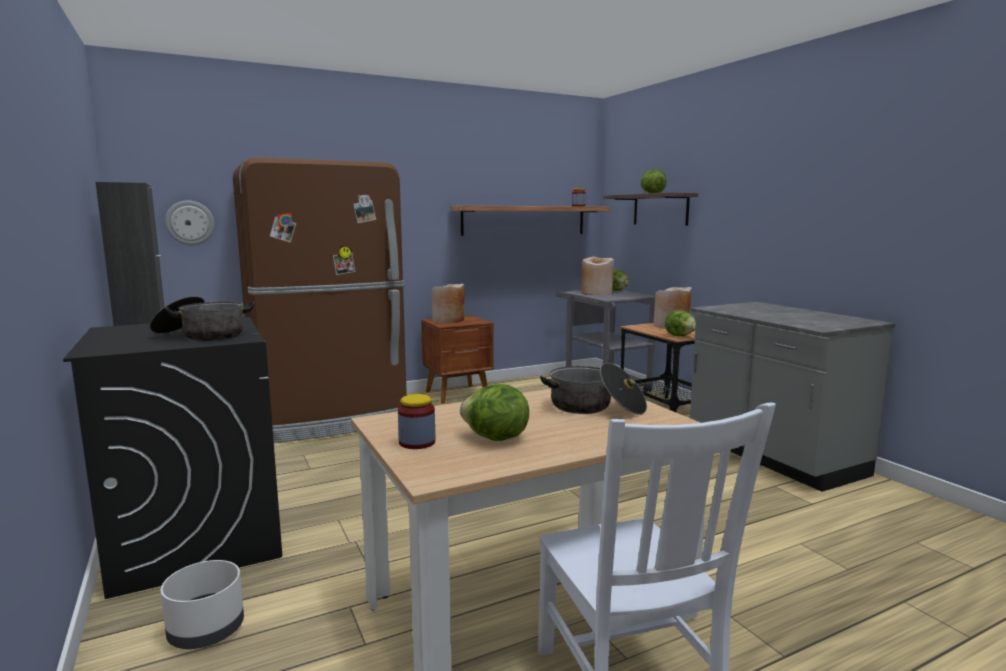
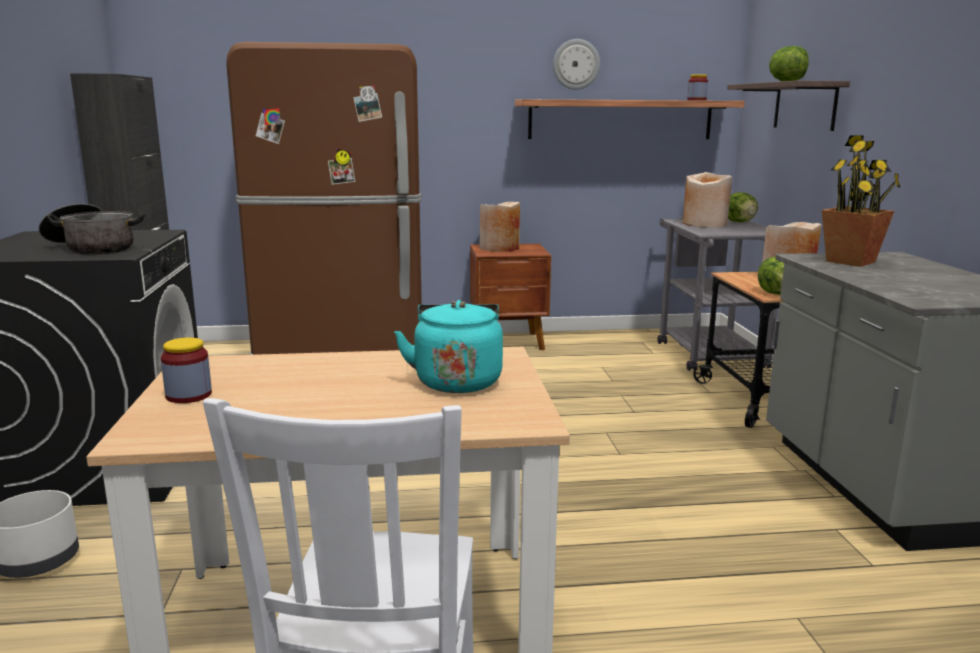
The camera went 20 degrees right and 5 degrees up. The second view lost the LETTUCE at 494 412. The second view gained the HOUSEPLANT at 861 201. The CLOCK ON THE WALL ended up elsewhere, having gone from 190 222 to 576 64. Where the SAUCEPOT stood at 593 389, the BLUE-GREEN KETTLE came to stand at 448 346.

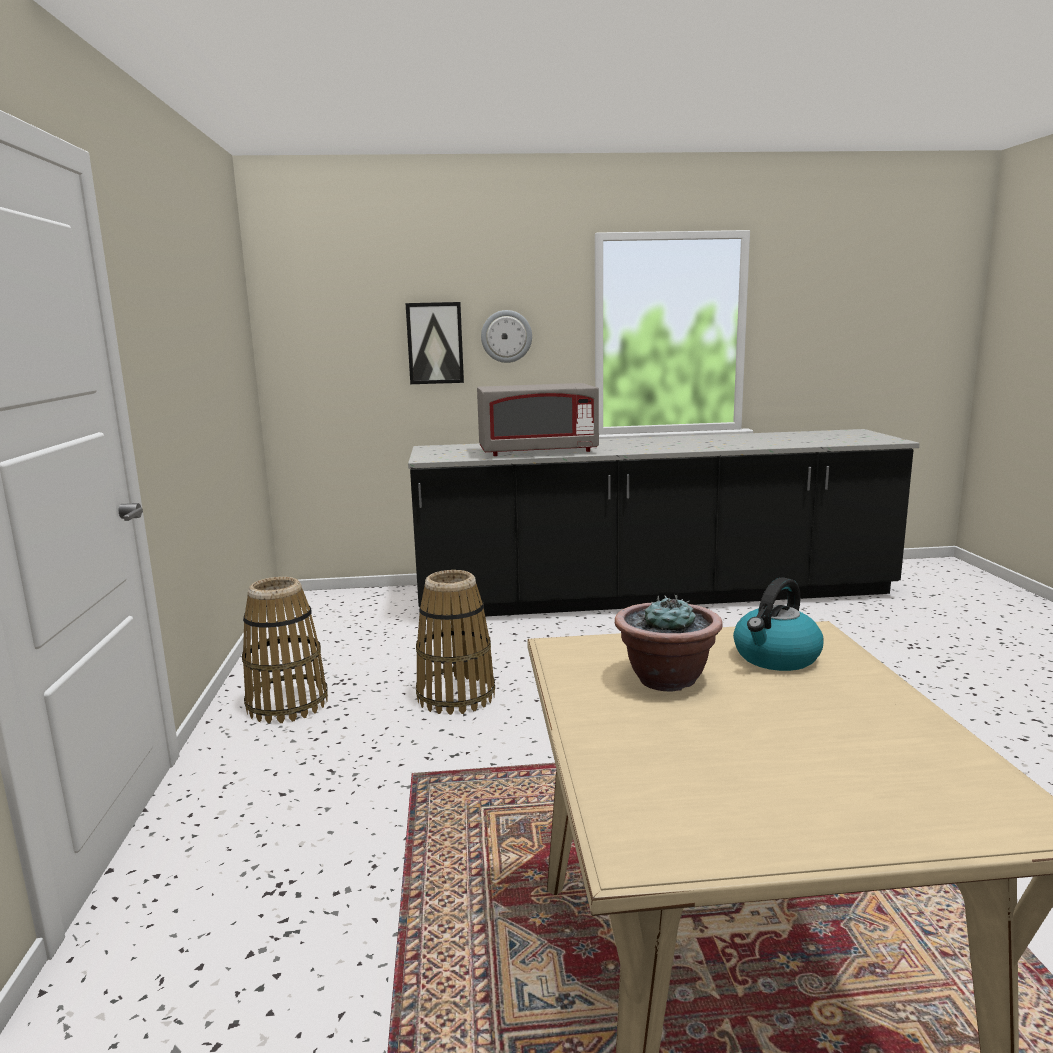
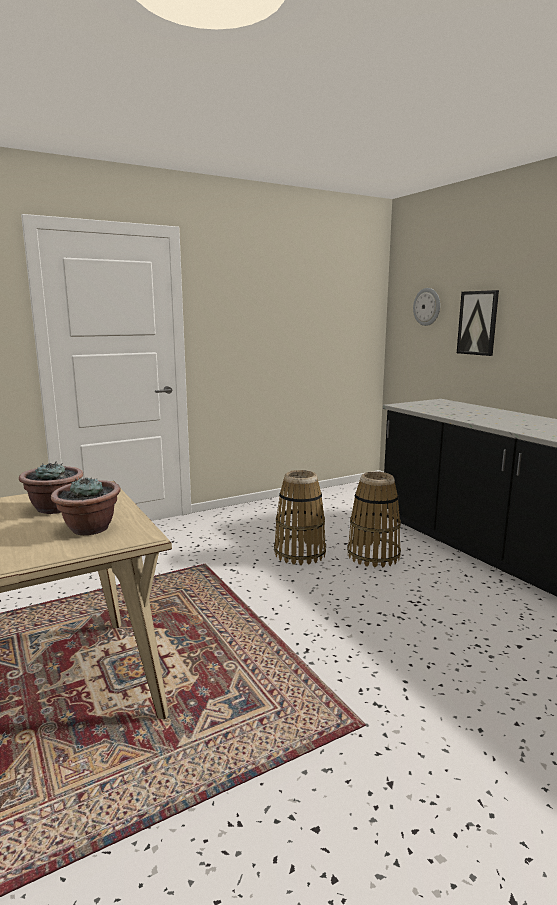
The camera went 65 degrees right and 0 degrees up. The second view lost the GREY MICROWAVE at 538 419. The BASKET ended up elsewhere, having gone from 285 650 to 374 520. The CLOCK ON THE WALL ended up elsewhere, having gone from 506 336 to 426 307. Where the KETTLE stood at 778 624, the HOUSEPLANT came to stand at 86 506.

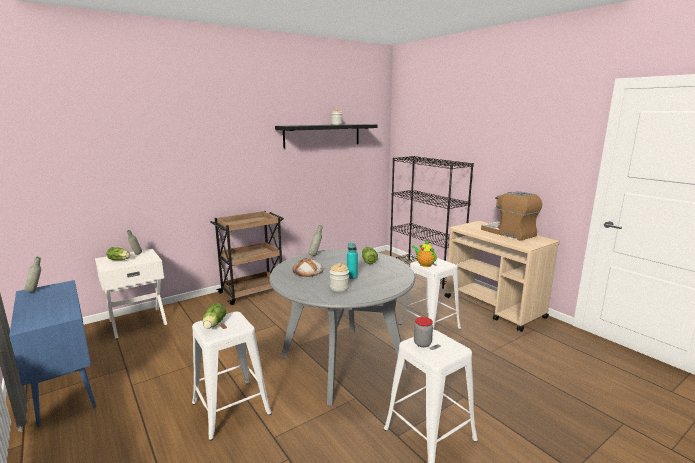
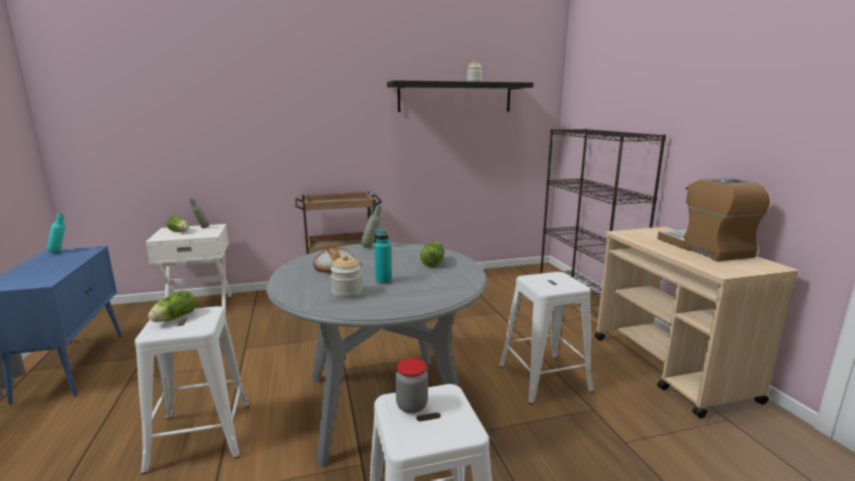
The camera went 20 degrees right and 0 degrees up. The second view lost the TEA POT at 424 254. What was the GREY DRINK BOTTLE at 33 274 turned into the BLUE-GREEN DRINK BOTTLE at 56 233.

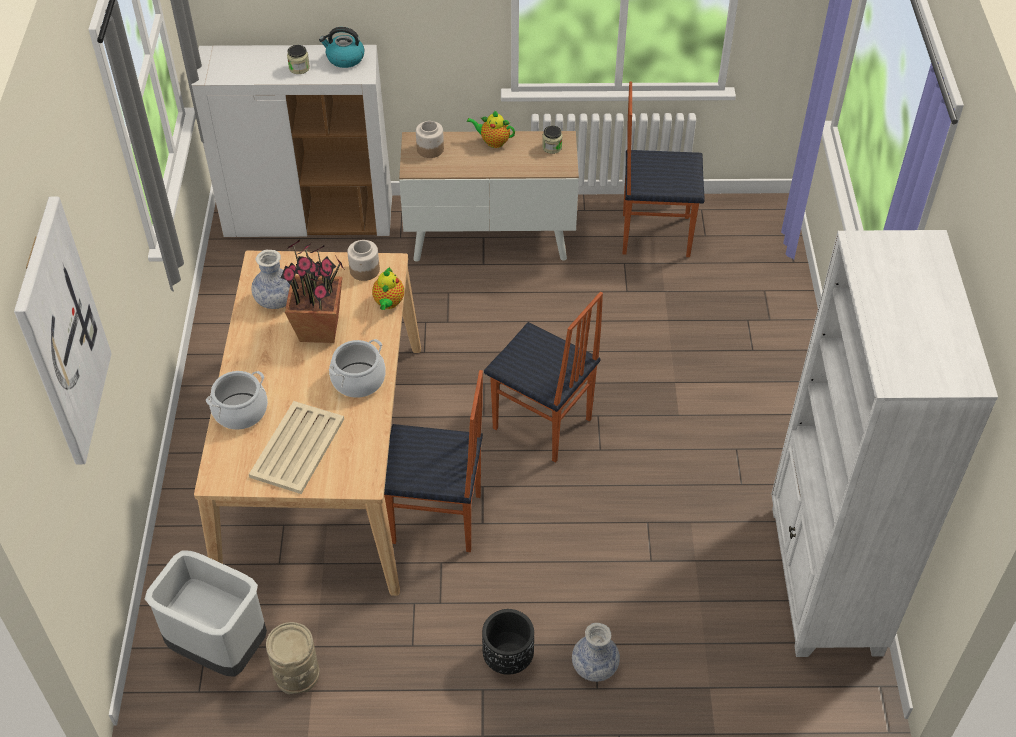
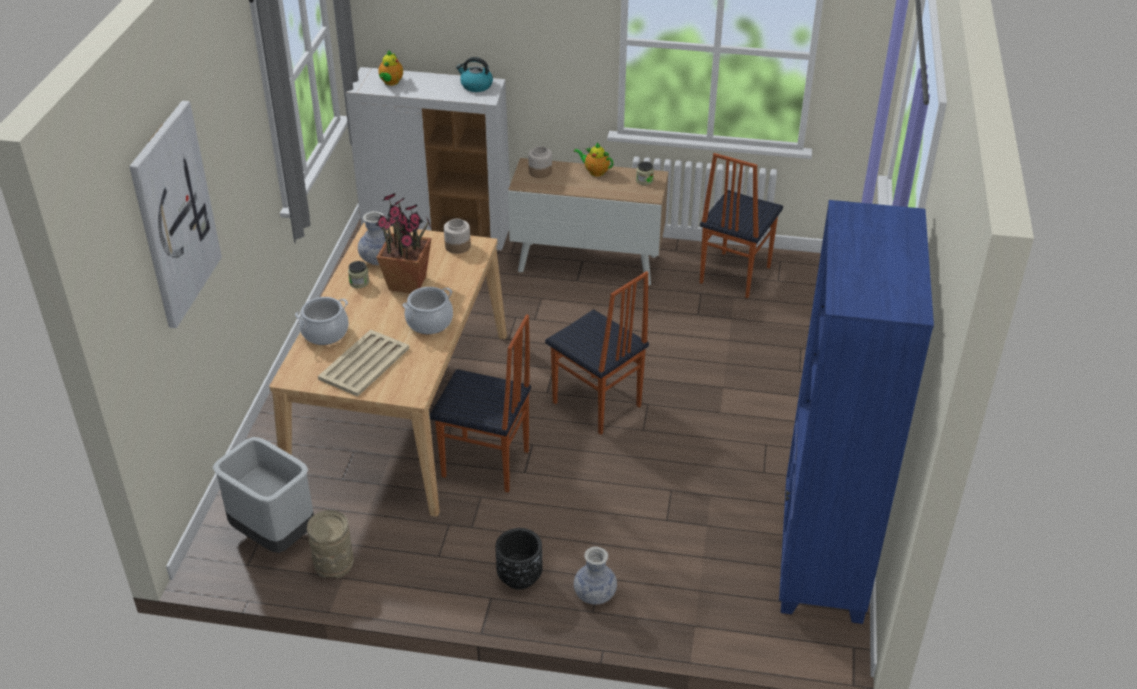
The camera went 10 degrees right and 10 degrees down. The STORAGE JAR ended up elsewhere, having gone from 298 59 to 358 274. The TEA POT ended up elsewhere, having gone from 388 288 to 390 68. What was the WHITE-COLOURED BOOKSHELF at 884 443 turned into the BLUISH BOOKSHELF at 856 412. The UPRIGHT CHAIR at 664 169 ended up facing another way, 75 degrees counterclockwise from before.

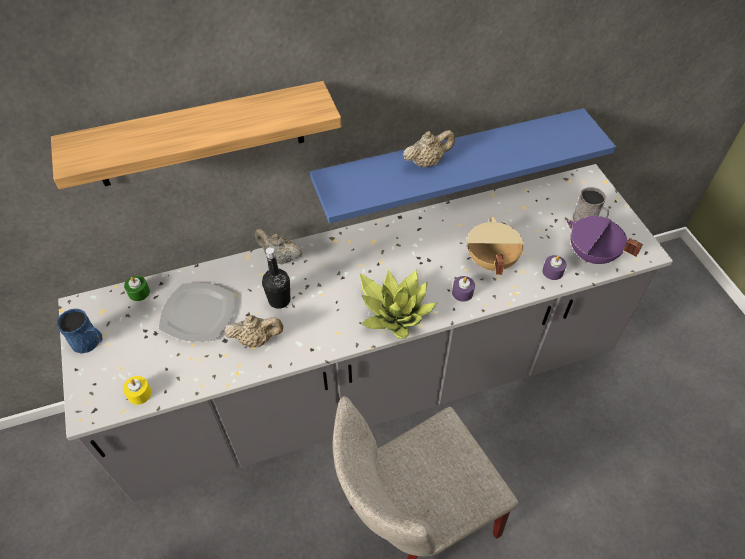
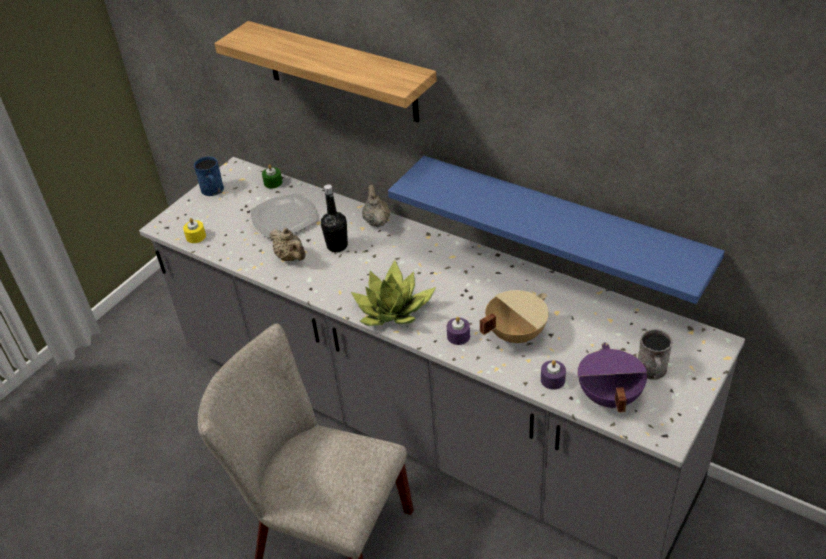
The camera went 55 degrees right and 10 degrees down. The second view lost the BEIGE TEA POT at 429 149.

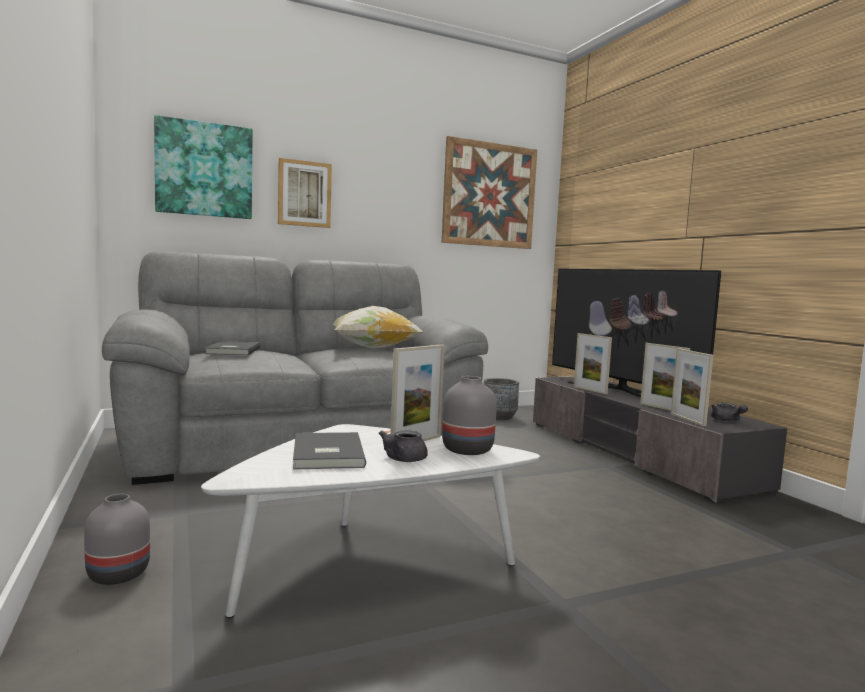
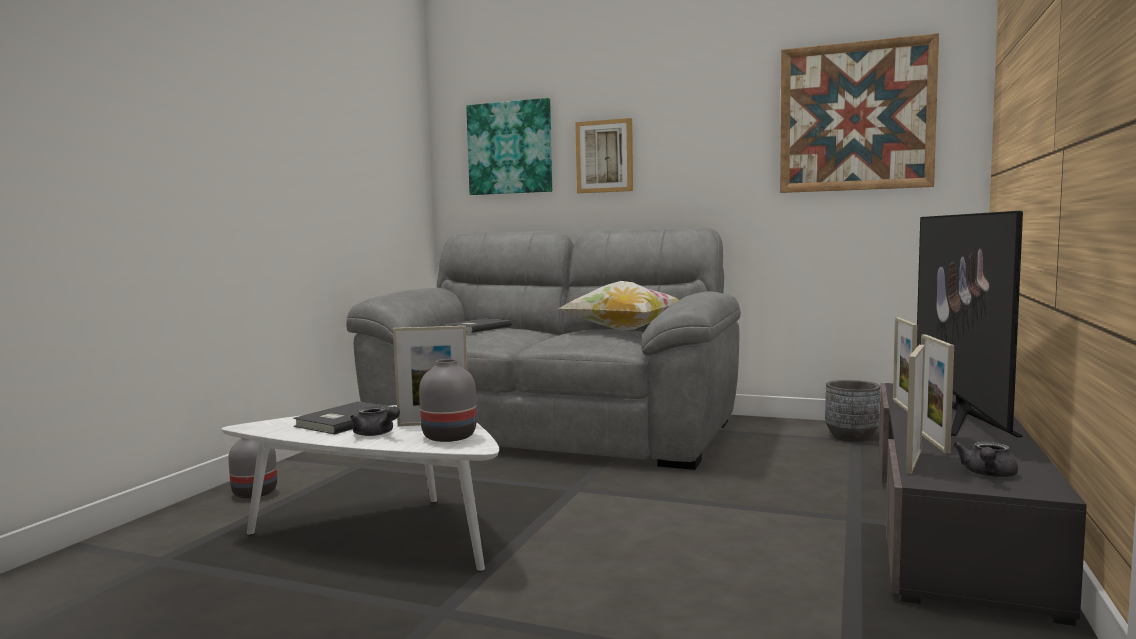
The camera went 45 degrees right and 0 degrees up. The GREY TEA POT at 403 446 ended up facing another way, 120 degrees counterclockwise from before.

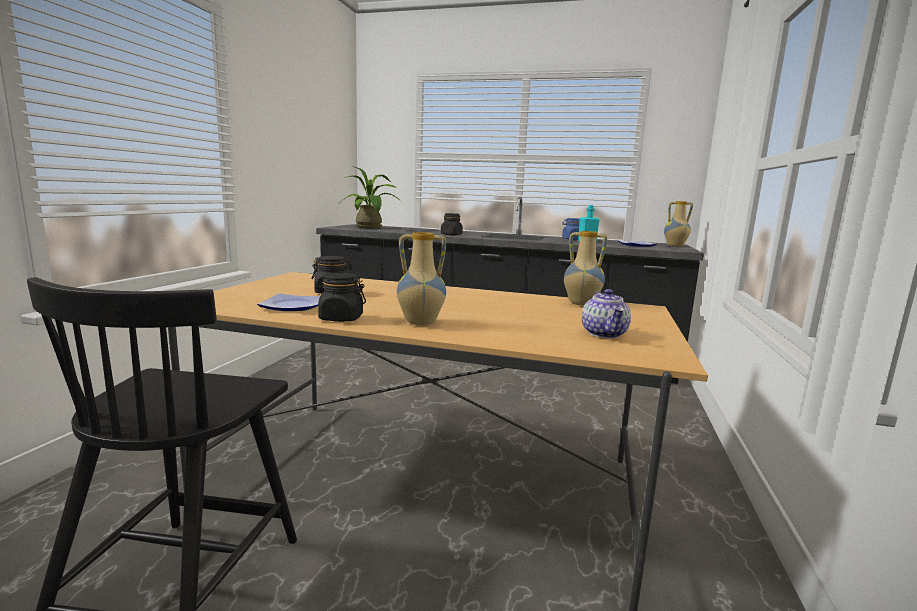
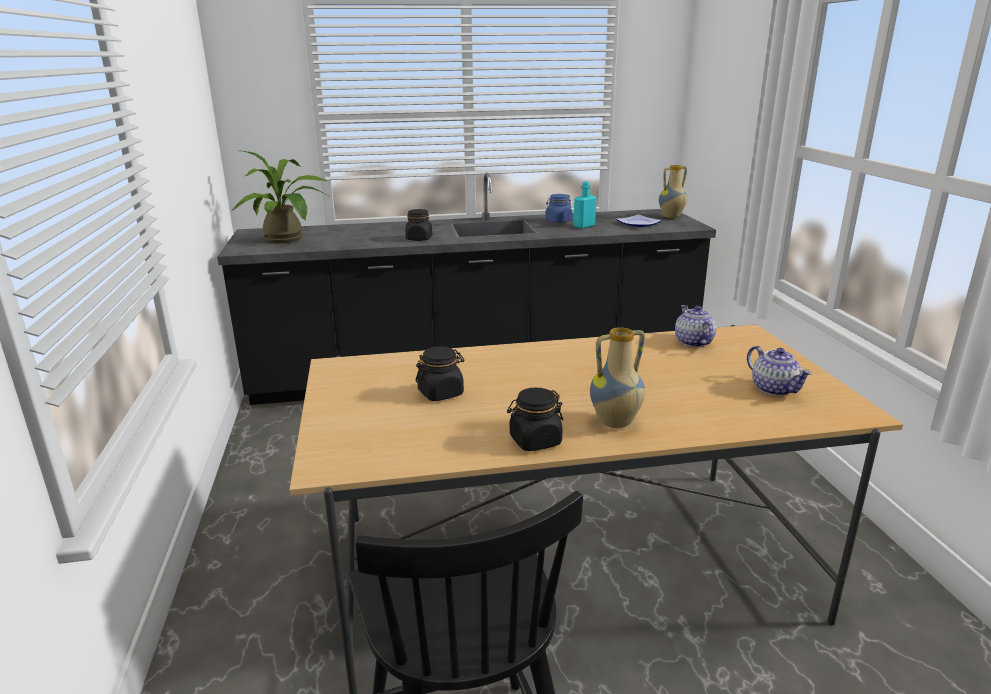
The camera went 25 degrees left and 10 degrees up. The second view lost the FLAT DISH at 288 302. Where the DECORATIVE VASE stood at 585 268, the TEA POT came to stand at 695 326.

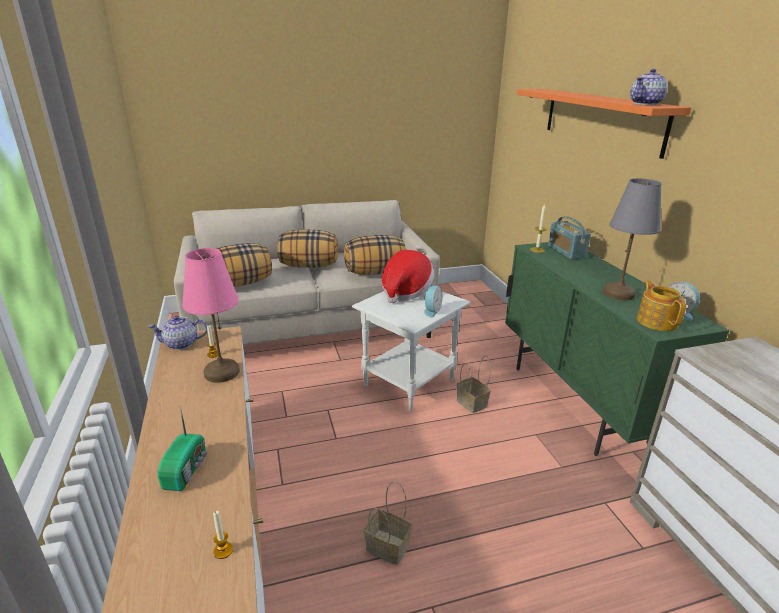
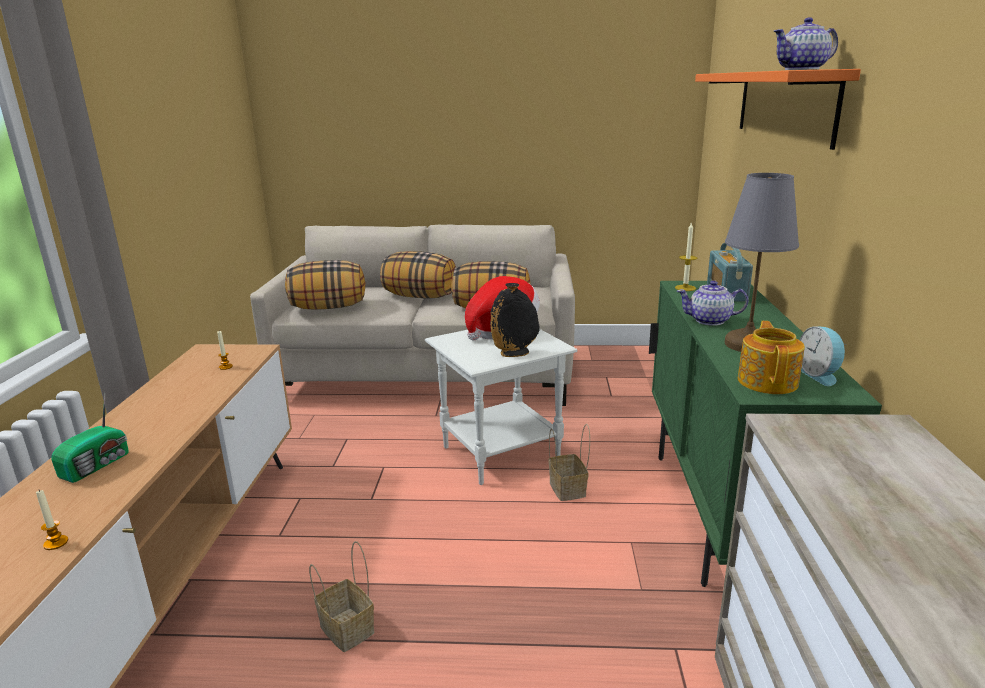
The camera went 20 degrees right and 5 degrees down. The second view lost the PINKISH LAMP FOR A TABLE at 211 315. The TEA POT ended up elsewhere, having gone from 177 333 to 712 303. Where the TABLE CLOCK stood at 433 302, the BLACKISH DECORATIVE VASE came to stand at 515 320.

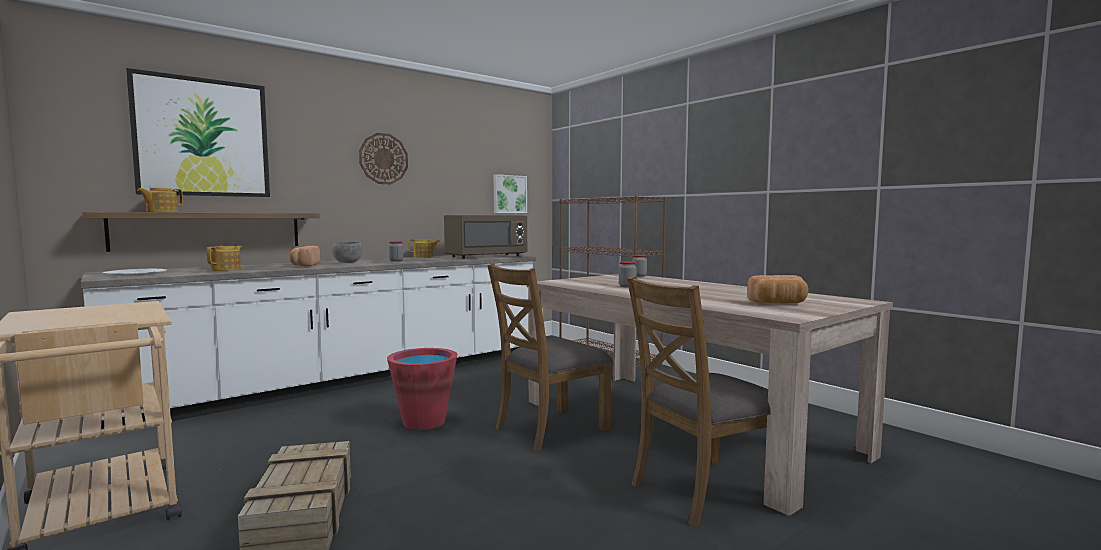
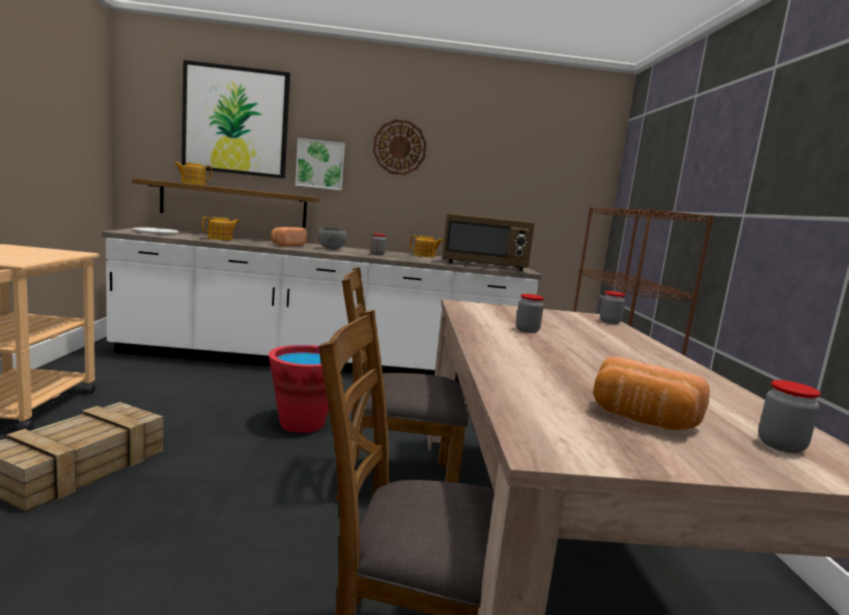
The camera went 35 degrees right and 5 degrees up. The second view gained the STORAGE JAR at 789 416. The WALL PICTURE ended up elsewhere, having gone from 510 193 to 320 164.

